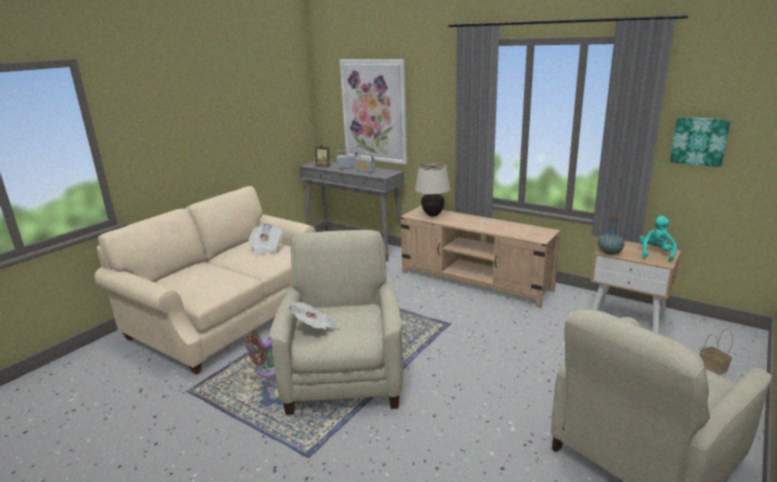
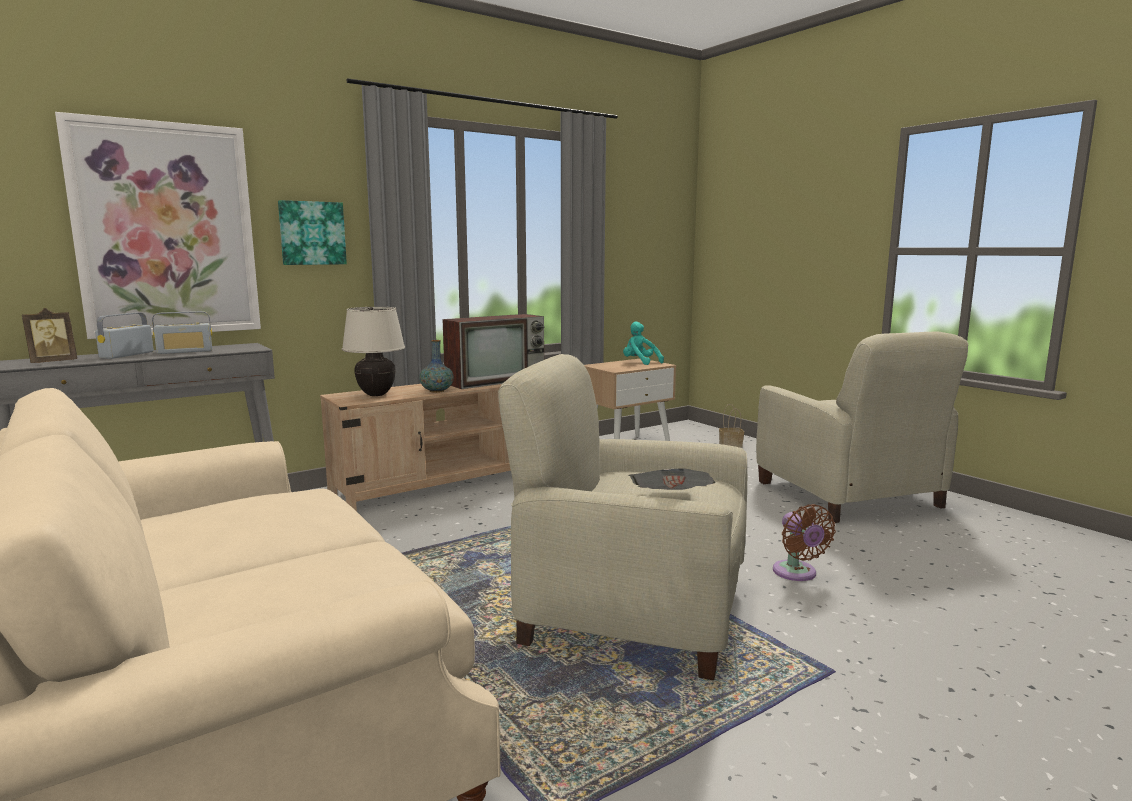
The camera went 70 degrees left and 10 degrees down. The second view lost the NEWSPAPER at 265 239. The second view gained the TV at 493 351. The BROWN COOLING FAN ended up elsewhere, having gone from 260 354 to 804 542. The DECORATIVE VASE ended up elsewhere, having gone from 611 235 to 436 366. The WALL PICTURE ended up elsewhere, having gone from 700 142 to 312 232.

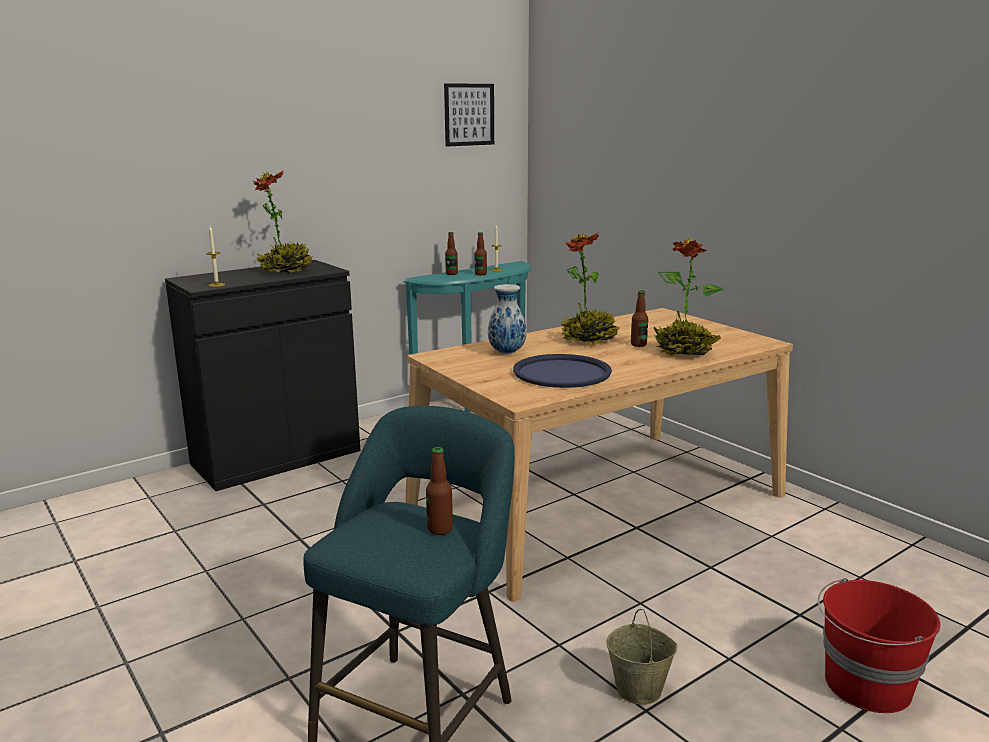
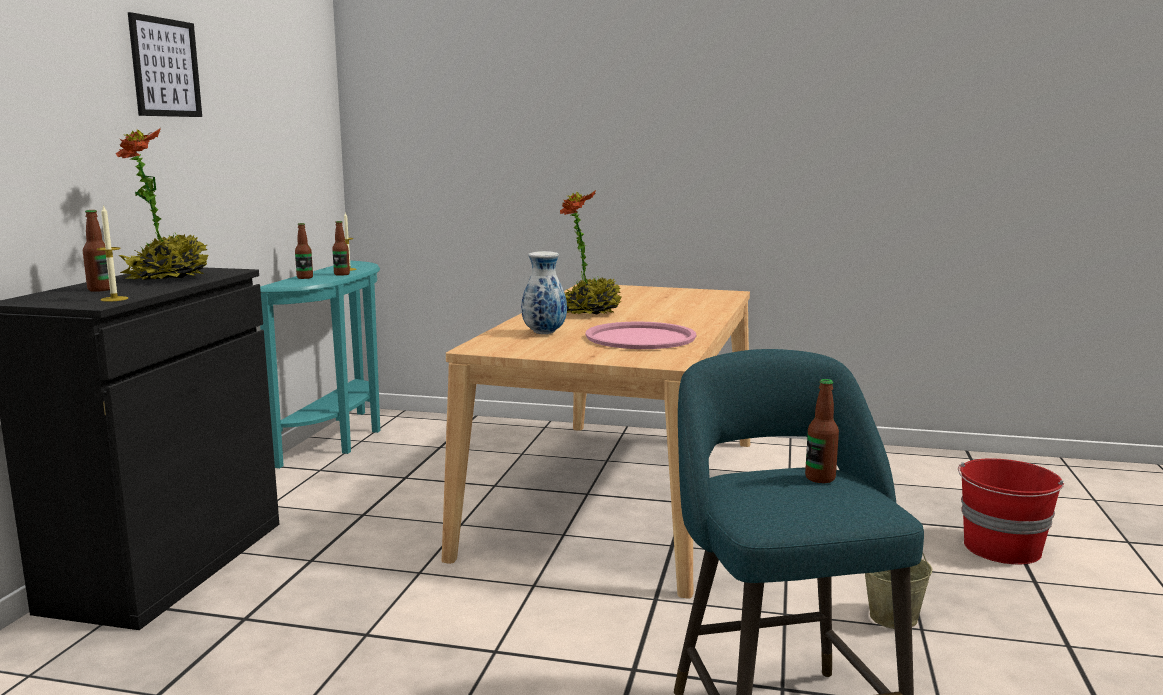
The camera went 40 degrees left and 5 degrees down. The second view lost the HOUSEPLANT at 688 297. The WALL PICTURE ended up elsewhere, having gone from 469 115 to 165 64. The DRINK BOTTLE ended up elsewhere, having gone from 639 318 to 96 251. What was the BLUISH TRAY at 562 371 turned into the PINKISH TRAY at 640 335.

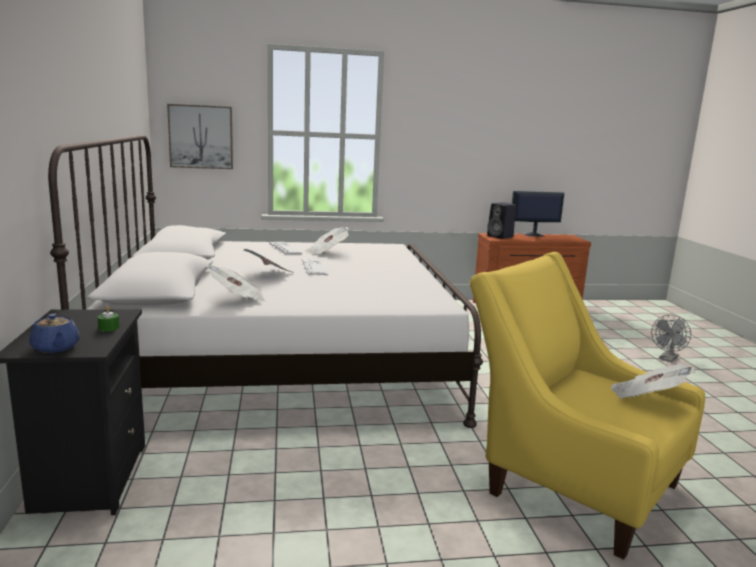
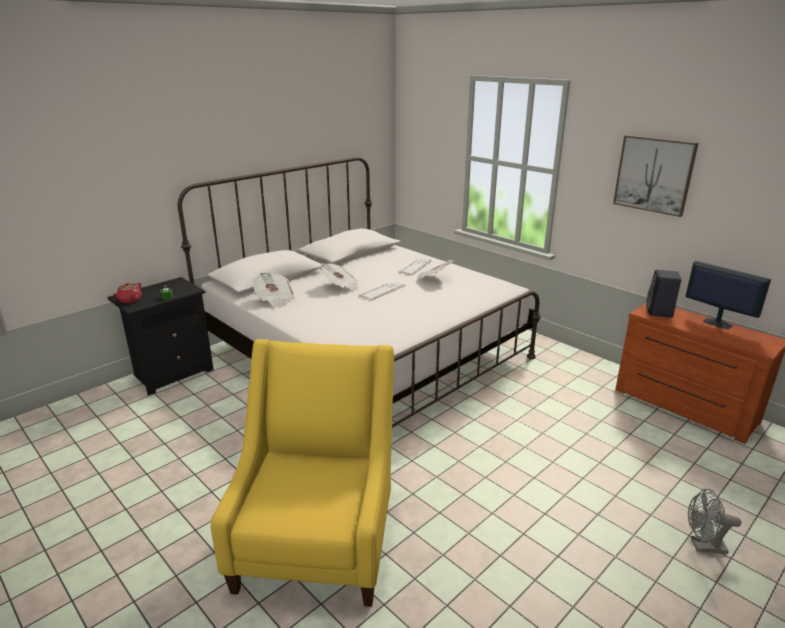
The camera went 55 degrees right and 10 degrees up. The second view lost the NEWSPAPER at 652 381. The WALL PICTURE ended up elsewhere, having gone from 200 136 to 655 176. What was the BLUISH TEA POT at 54 333 turned into the RED-COLOURED TEA POT at 127 293.

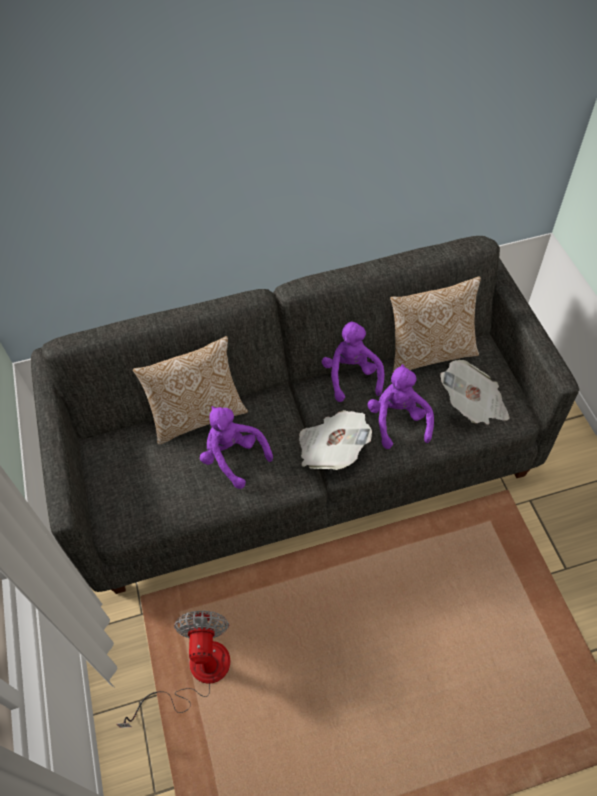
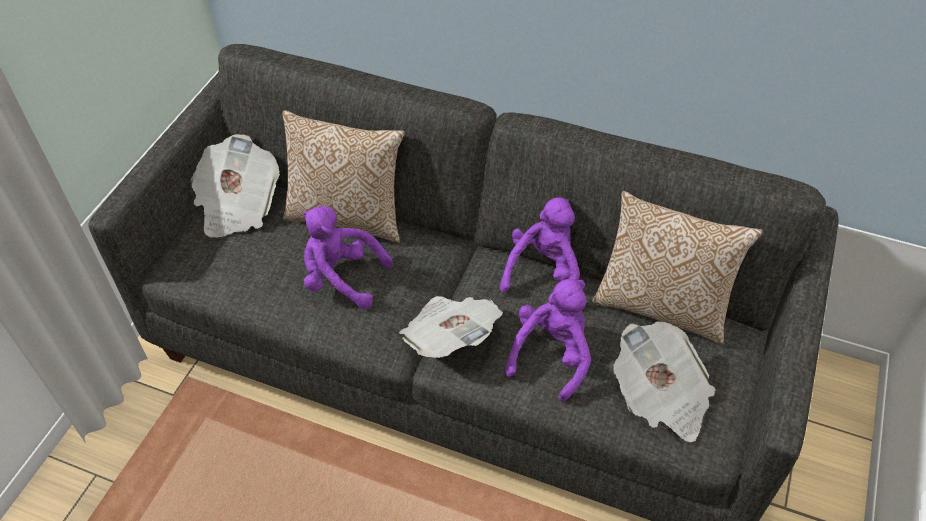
The camera went 35 degrees right and 5 degrees down. The second view lost the COOLING FAN at 174 669. The second view gained the NEWSPAPER at 235 186. The PURPLE PLUSH TOY at 236 447 ended up facing another way, 60 degrees counterclockwise from before.

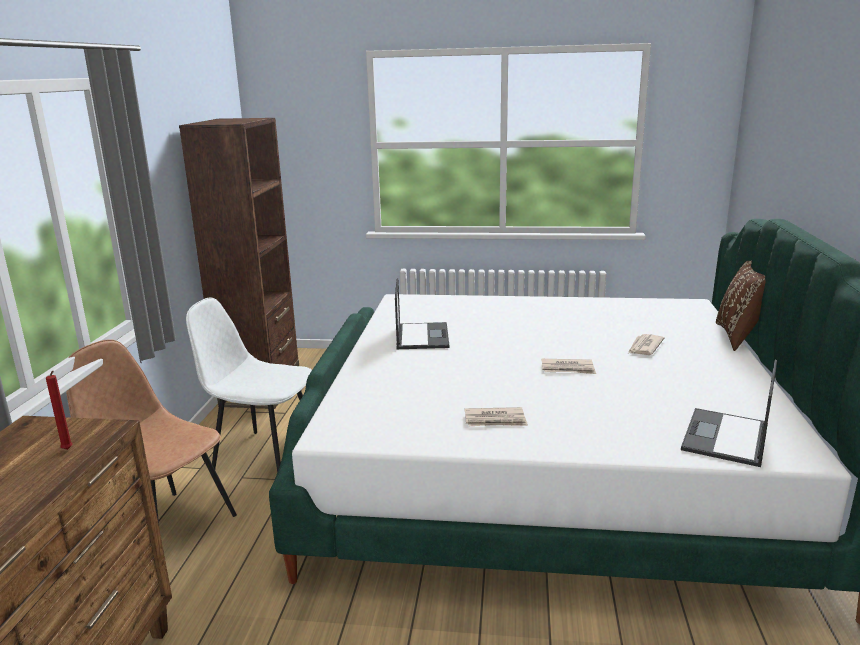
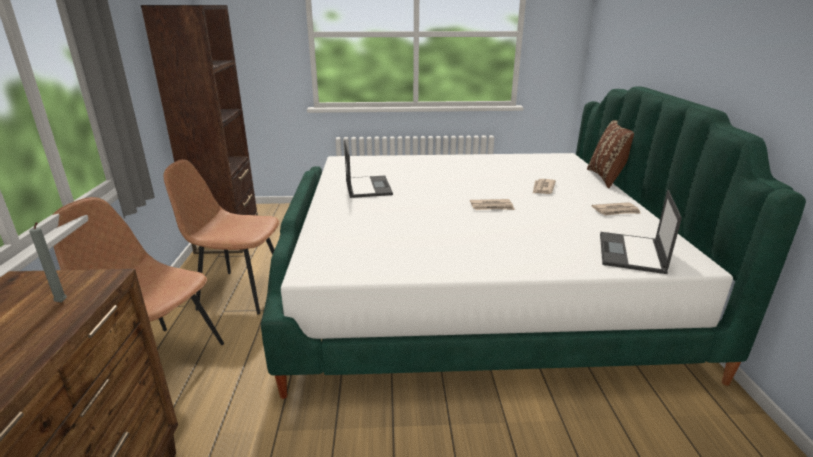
The camera went 10 degrees left and 5 degrees up. The NEWSPAPER ended up elsewhere, having gone from 496 416 to 616 208. What was the RED-COLOURED WAX LIGHT at 59 410 turned into the GREY WAX LIGHT at 48 262. What was the WHITE-COLOURED UPRIGHT CHAIR at 249 385 turned into the BROWN UPRIGHT CHAIR at 221 237.

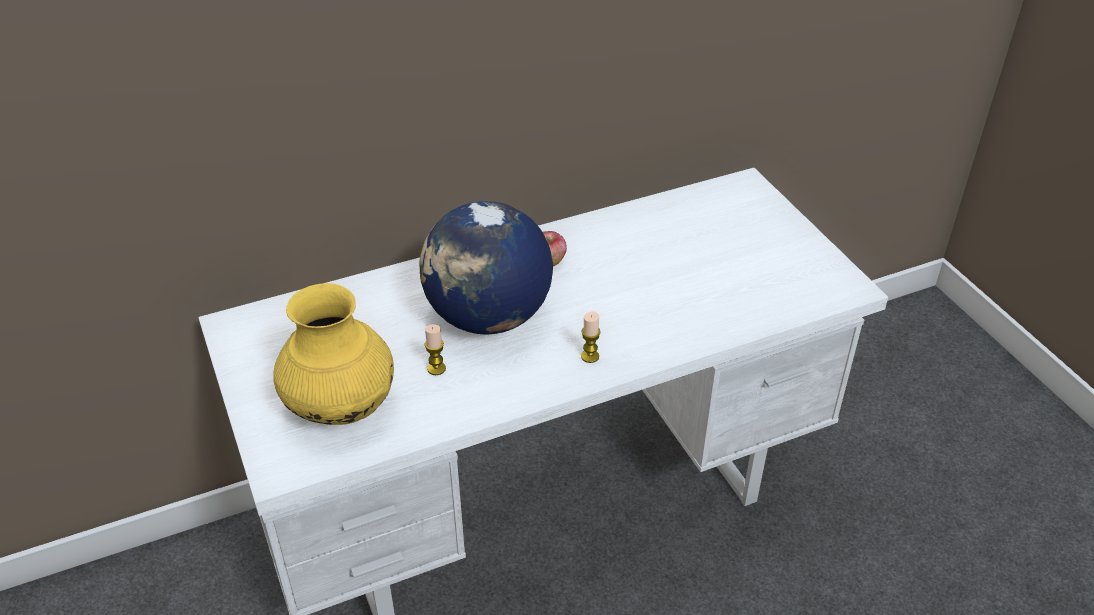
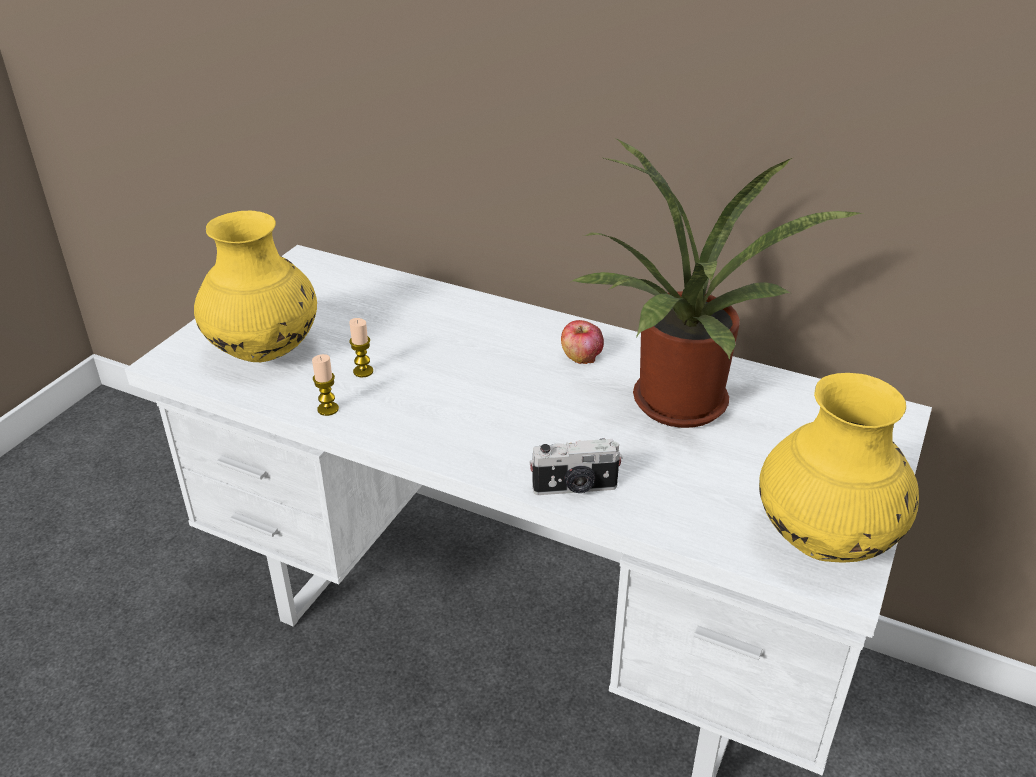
The camera went 50 degrees right and 5 degrees down. The second view lost the WORLD GLOBE at 486 268. The second view gained the STILL CAMERA at 576 467. The second view gained the HOUSEPLANT at 717 283. The second view gained the YELLOW-COLOURED DECORATIVE VASE at 839 467. The WAX LIGHT ended up elsewhere, having gone from 591 337 to 325 385.

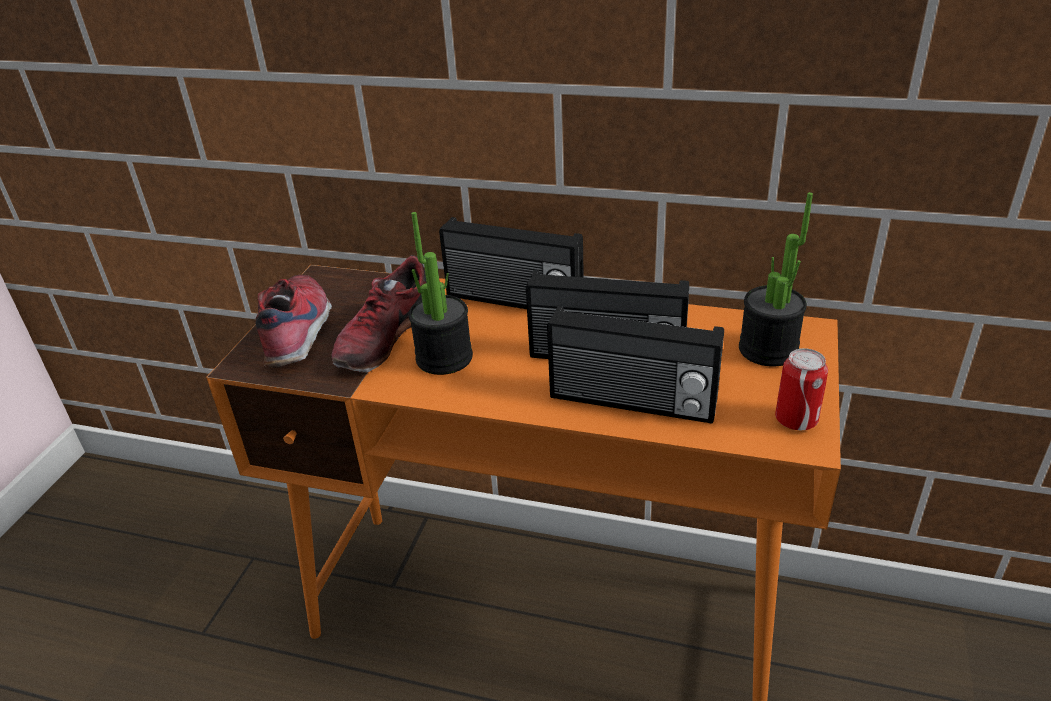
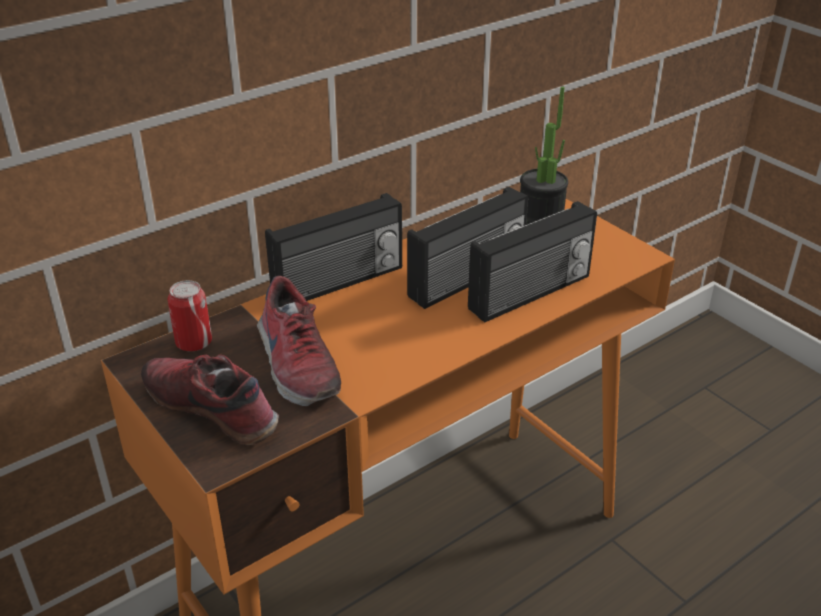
The camera went 55 degrees left and 0 degrees up. The second view lost the HOUSEPLANT at 441 293. The CAN ended up elsewhere, having gone from 801 389 to 189 315.

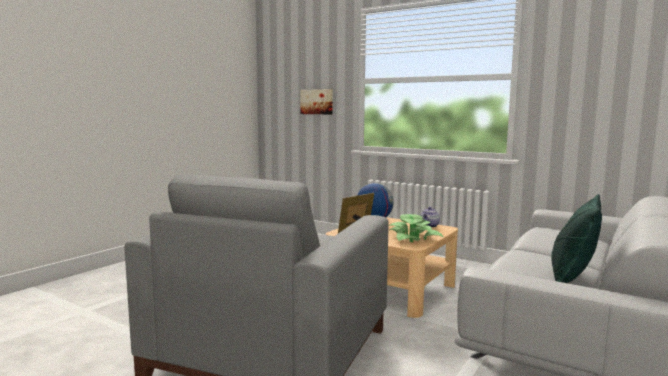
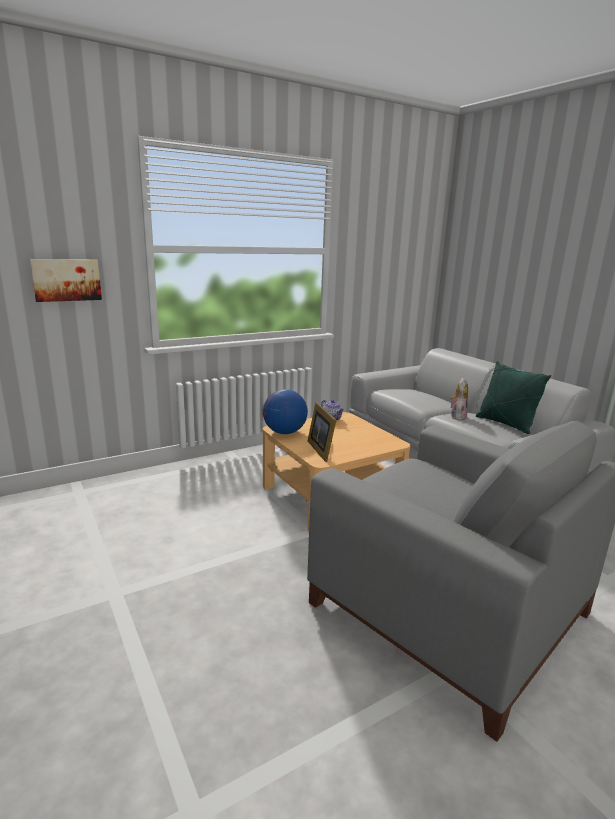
The camera went 65 degrees left and 10 degrees up. The second view lost the HOUSEPLANT at 415 228. The second view gained the PLUSH TOY at 459 399.

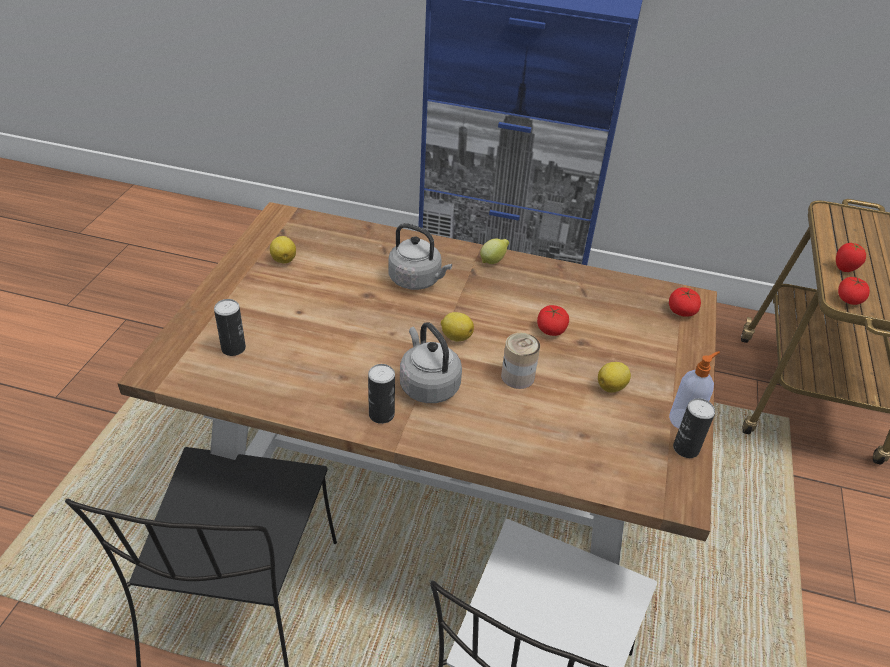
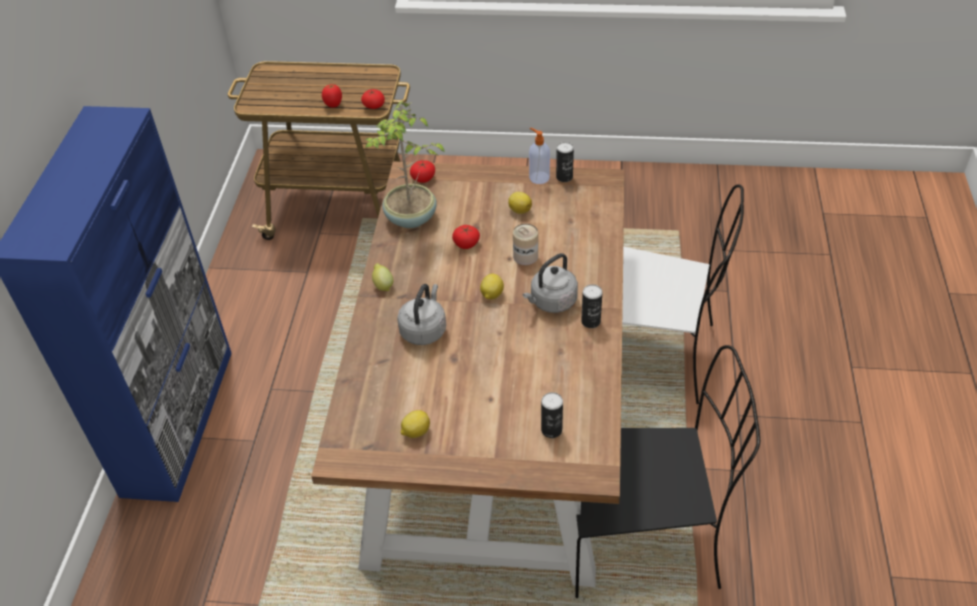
The camera went 95 degrees left and 5 degrees up. The second view gained the HOUSEPLANT at 406 164.

